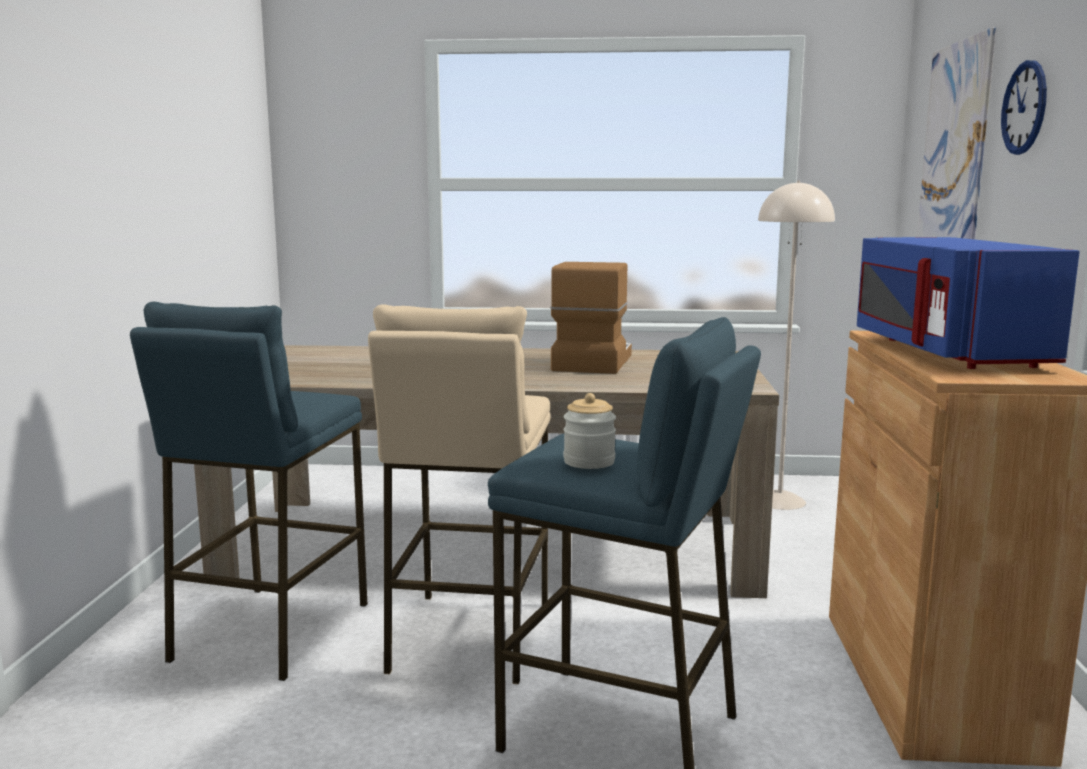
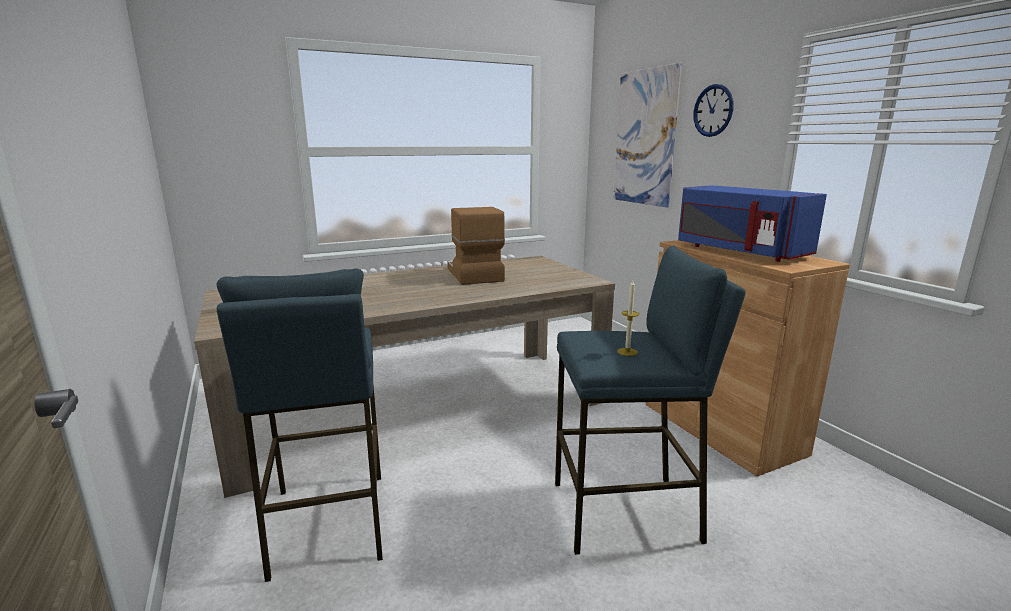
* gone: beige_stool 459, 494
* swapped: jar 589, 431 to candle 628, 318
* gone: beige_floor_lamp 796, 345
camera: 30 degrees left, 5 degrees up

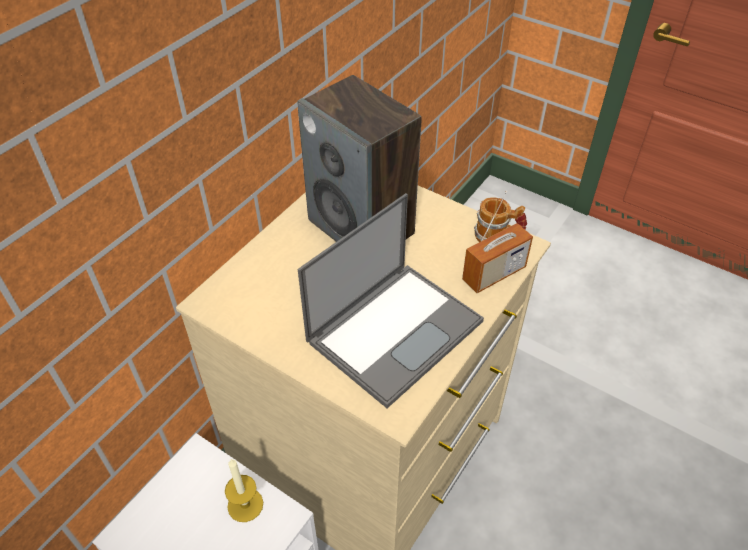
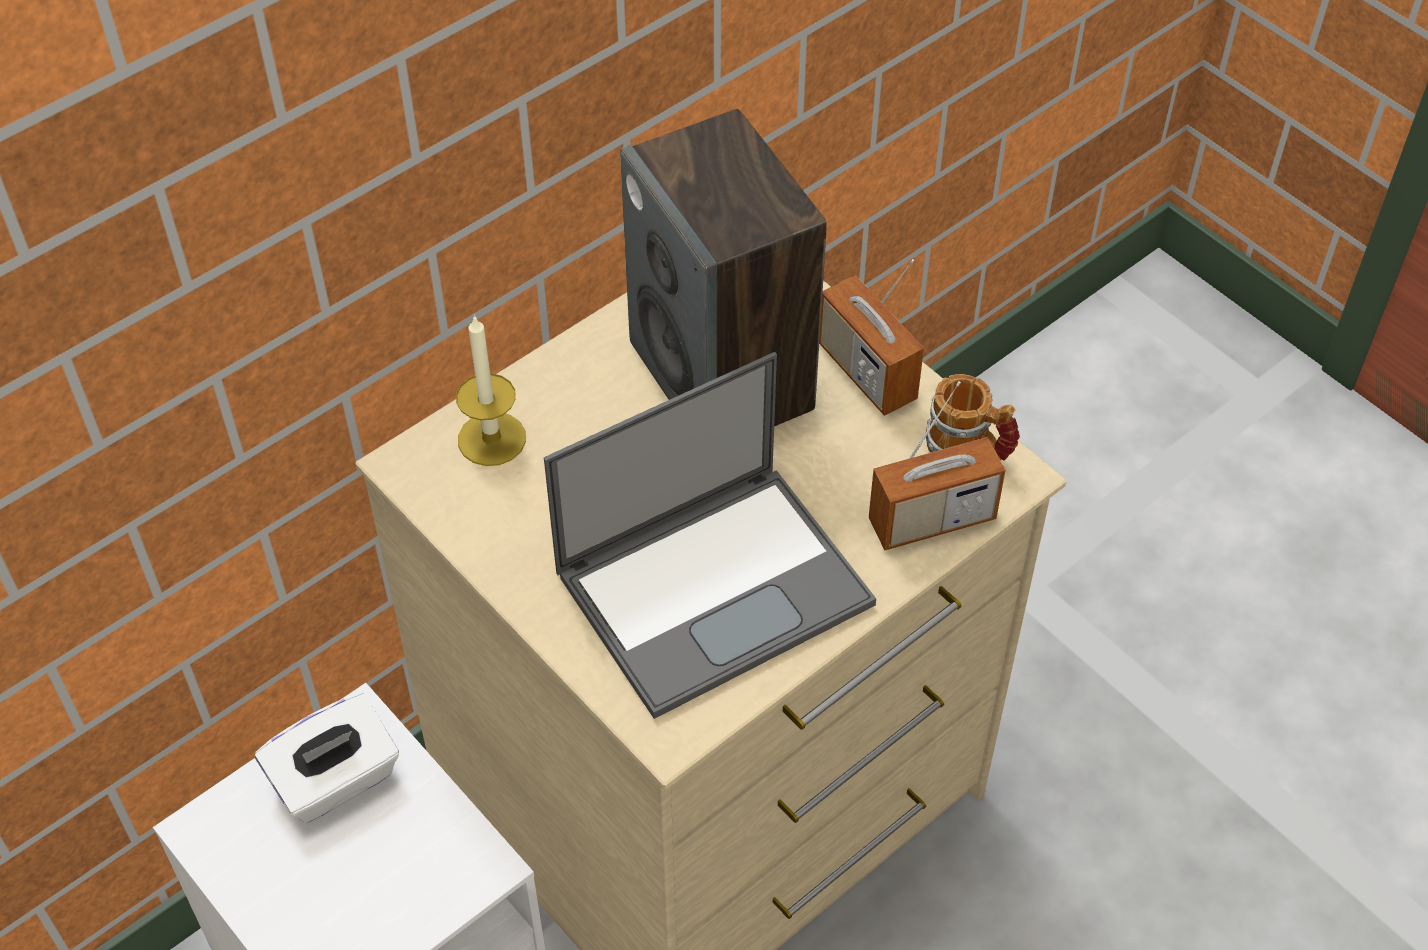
* shifted: candle 244, 490 to 491, 390
* new: white_tissue_box 327, 758
* new: radio 871, 337
camera: 15 degrees right, 5 degrees up

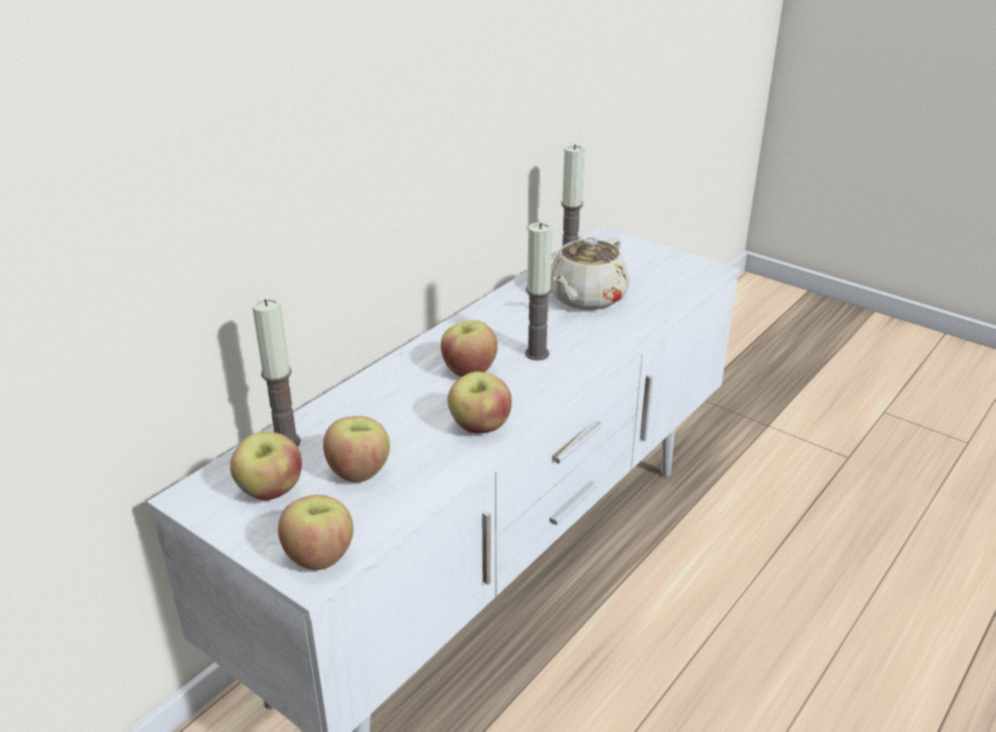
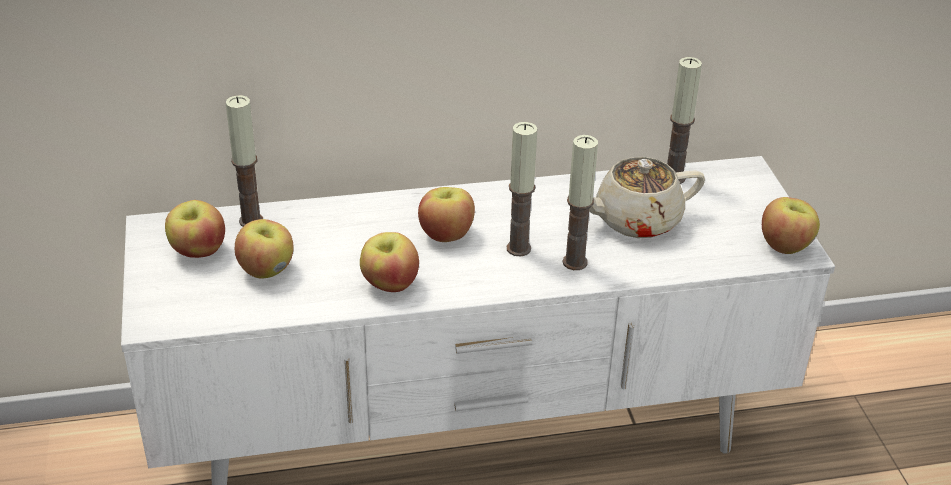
* shifted: apple 316, 532 to 791, 225
* new: candle 580, 202
camera: 40 degrees right, 5 degrees up

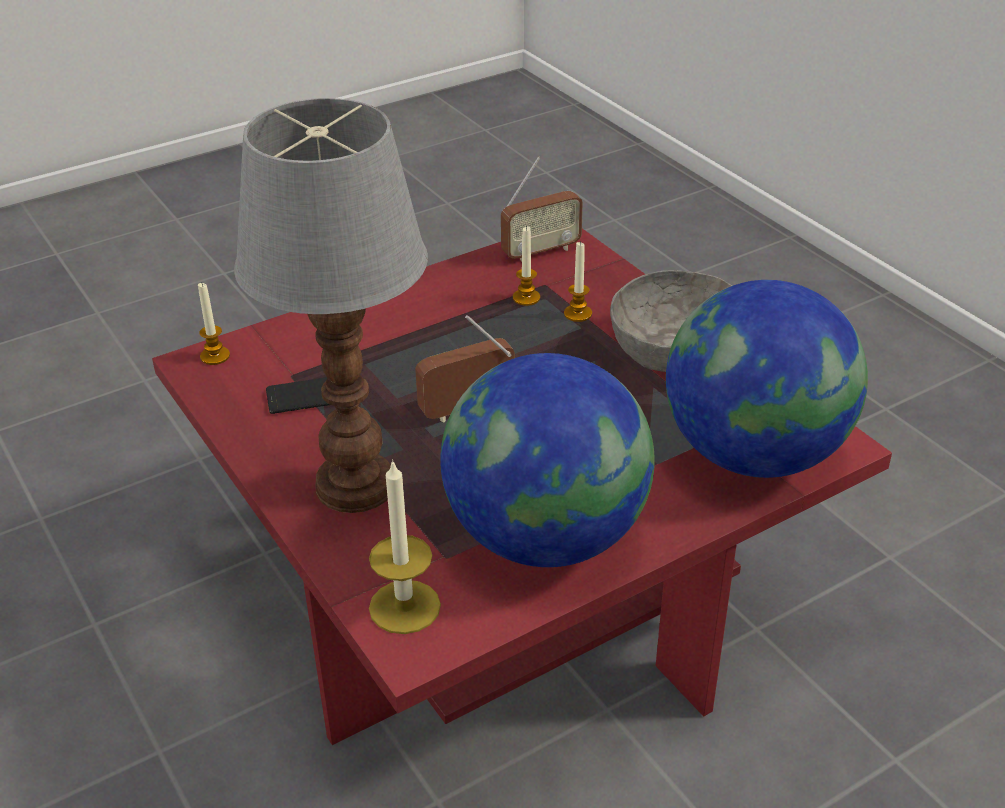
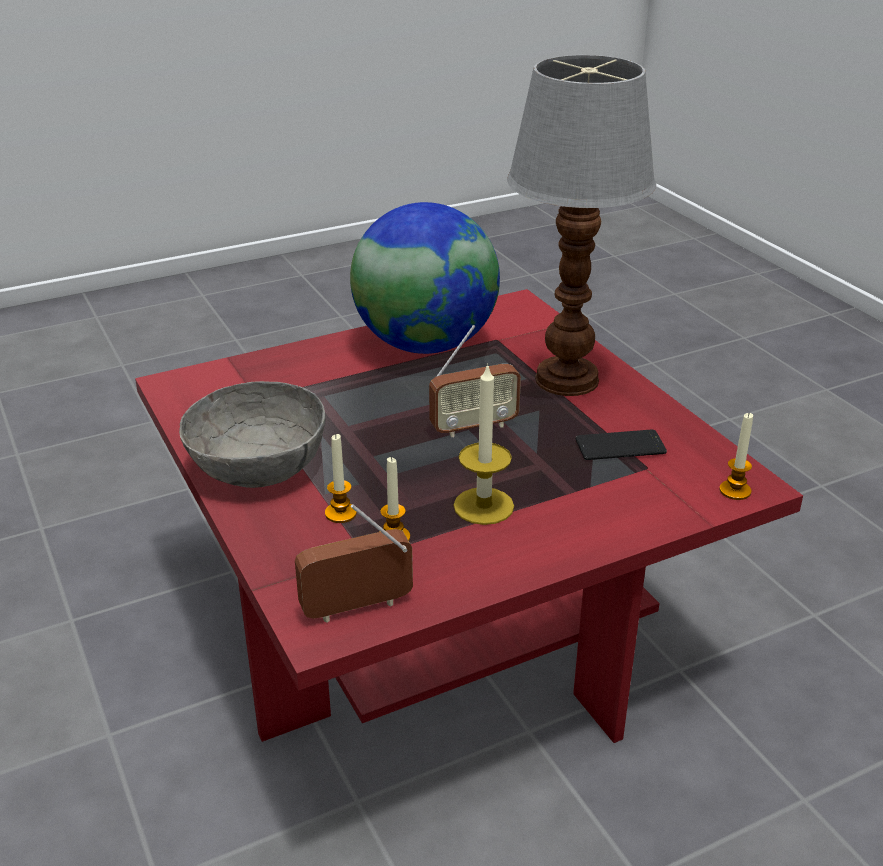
* shifted: candle 405, 546 to 484, 444
* gone: globe 767, 379
camera: 175 degrees left, 5 degrees down

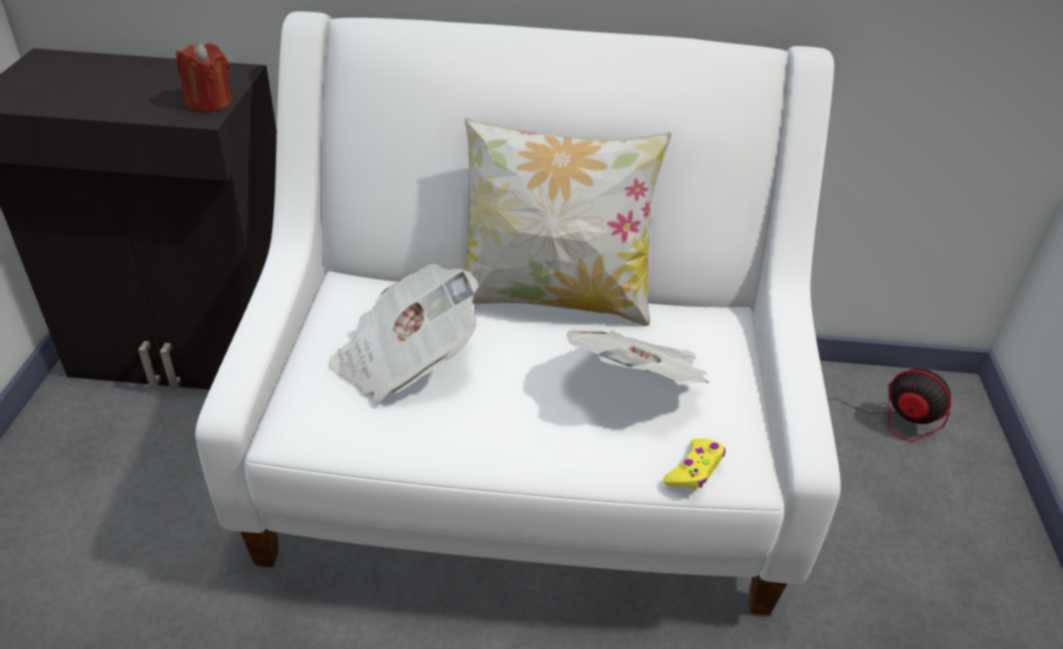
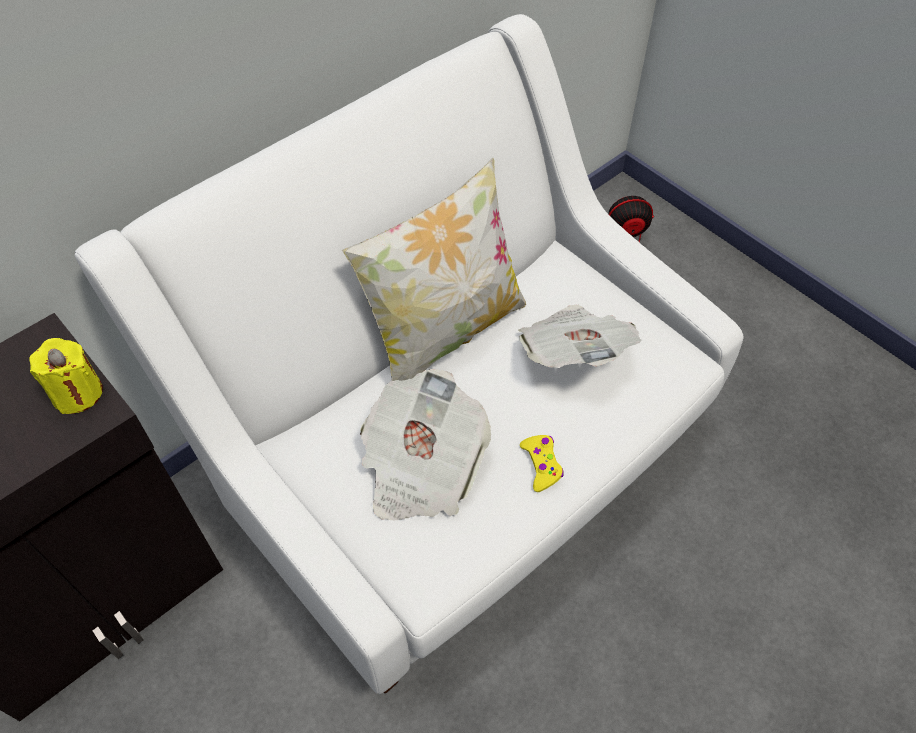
* repainted: red_candle 204, 77 to yellow_candle 66, 376
* shifted: yellow_game_controller 694, 463 to 542, 463
camera: 45 degrees left, 15 degrees up

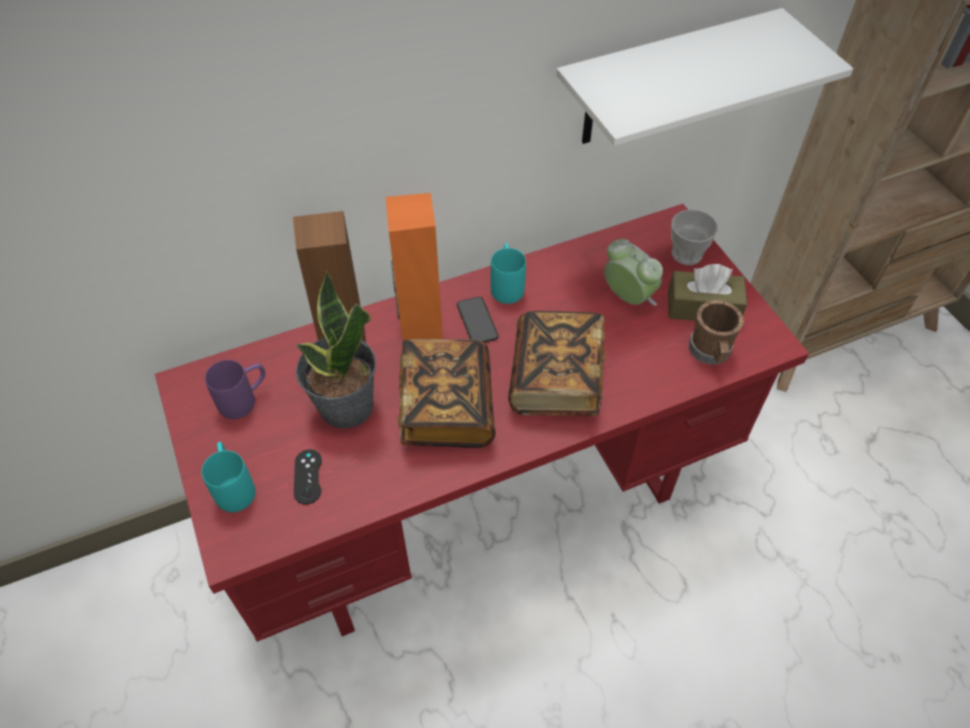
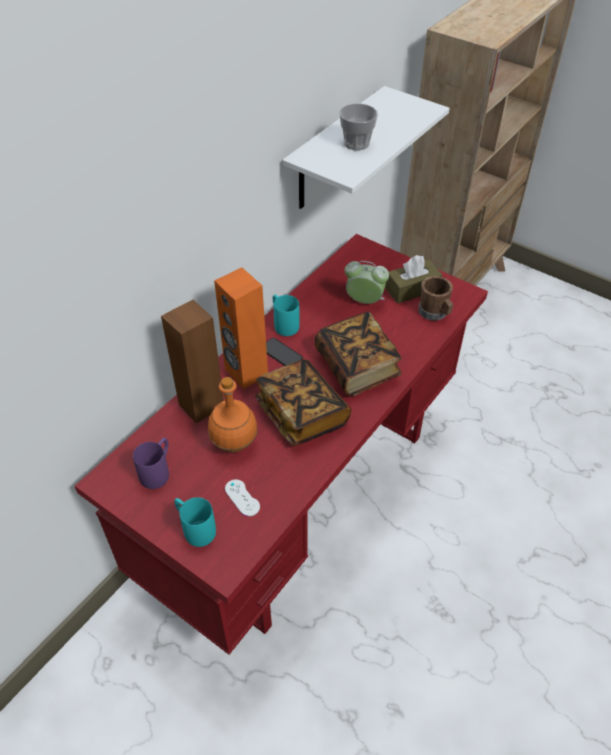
* repainted: black_game_controller 308, 476 to white_game_controller 242, 497
* swapped: potted_plant 336, 350 to orange_bottle 233, 414
* shifted: cup 694, 237 to 358, 127
camera: 30 degrees left, 5 degrees down

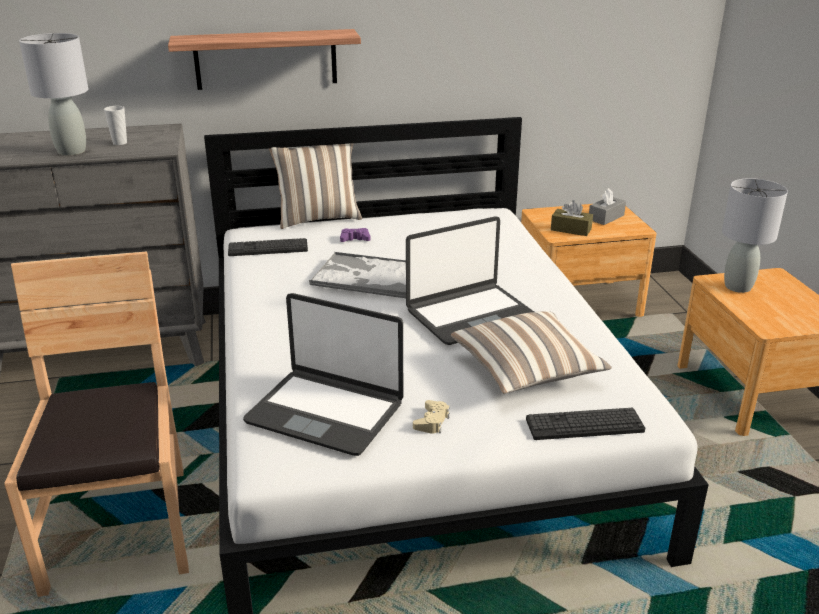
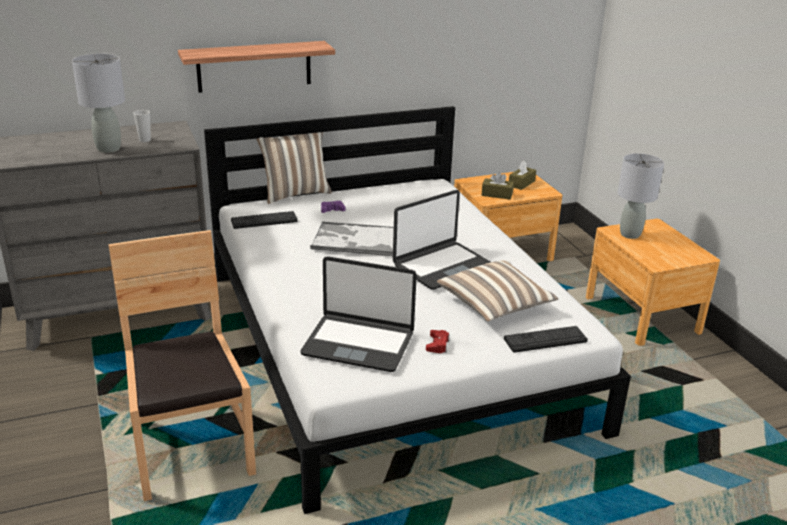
* repainted: beige_game_controller 431, 417 to red_game_controller 437, 341
* repainted: grey_tissue_box 607, 206 to brown_tissue_box 522, 175
camera: 10 degrees left, 0 degrees up

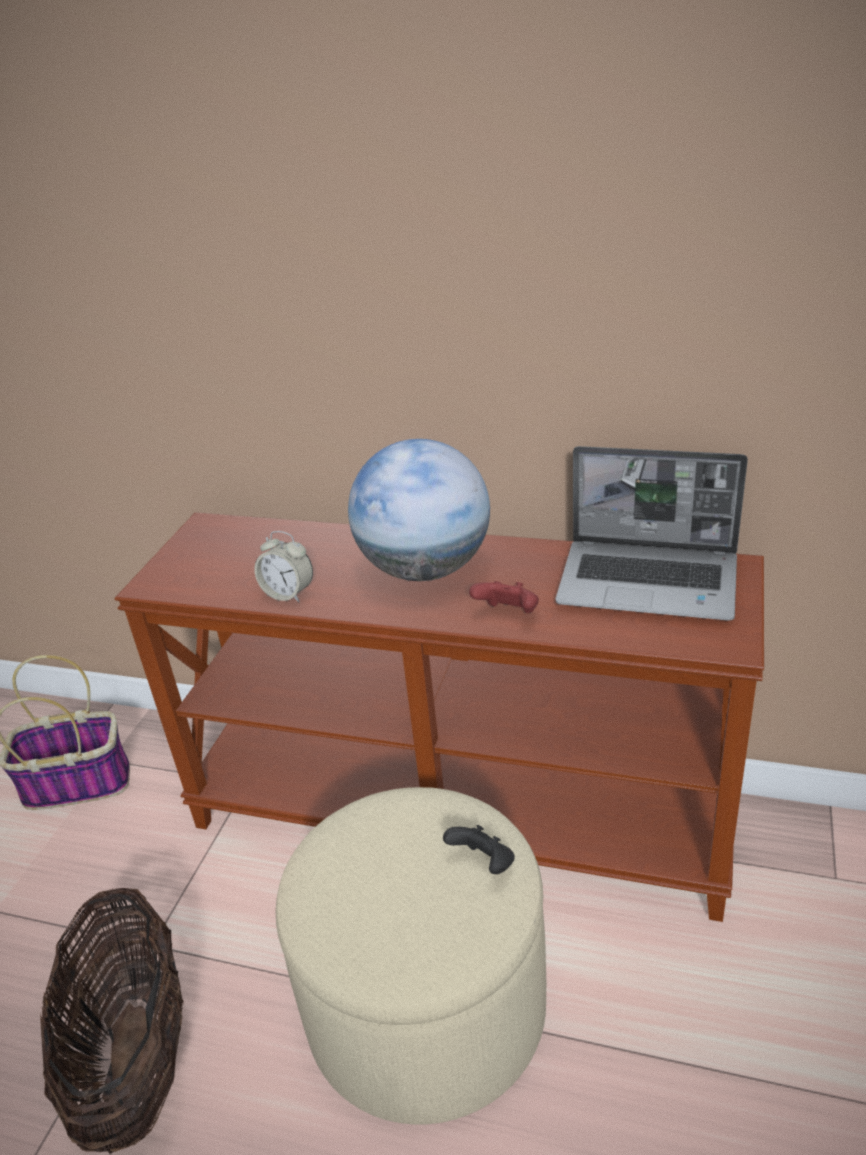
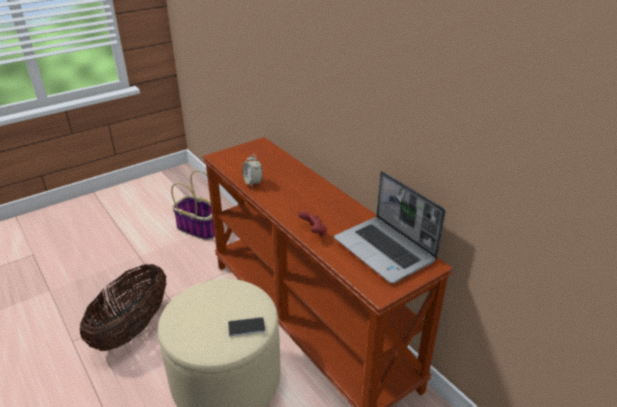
* gone: globe 419, 510
* swapped: black_game_controller 479, 849 to phone 246, 327
camera: 35 degrees right, 0 degrees up

